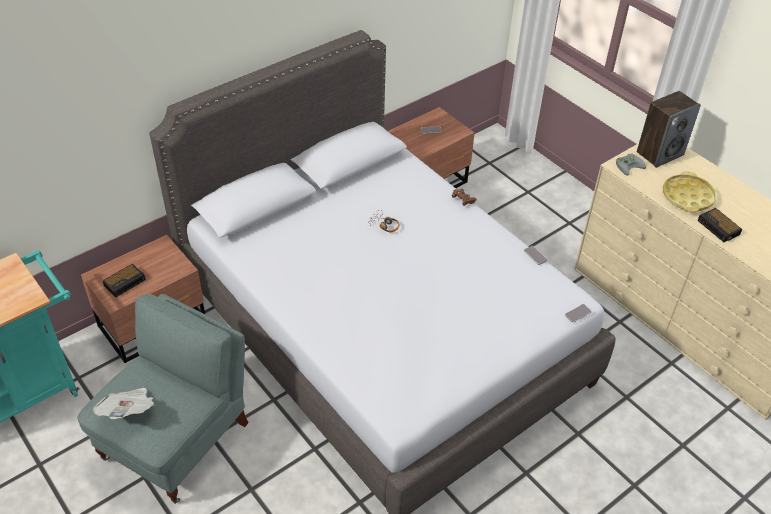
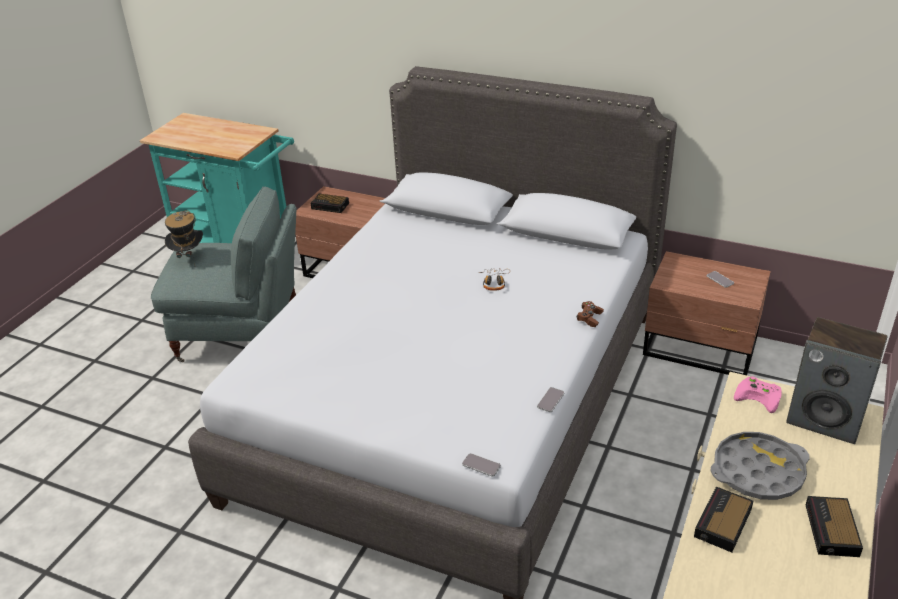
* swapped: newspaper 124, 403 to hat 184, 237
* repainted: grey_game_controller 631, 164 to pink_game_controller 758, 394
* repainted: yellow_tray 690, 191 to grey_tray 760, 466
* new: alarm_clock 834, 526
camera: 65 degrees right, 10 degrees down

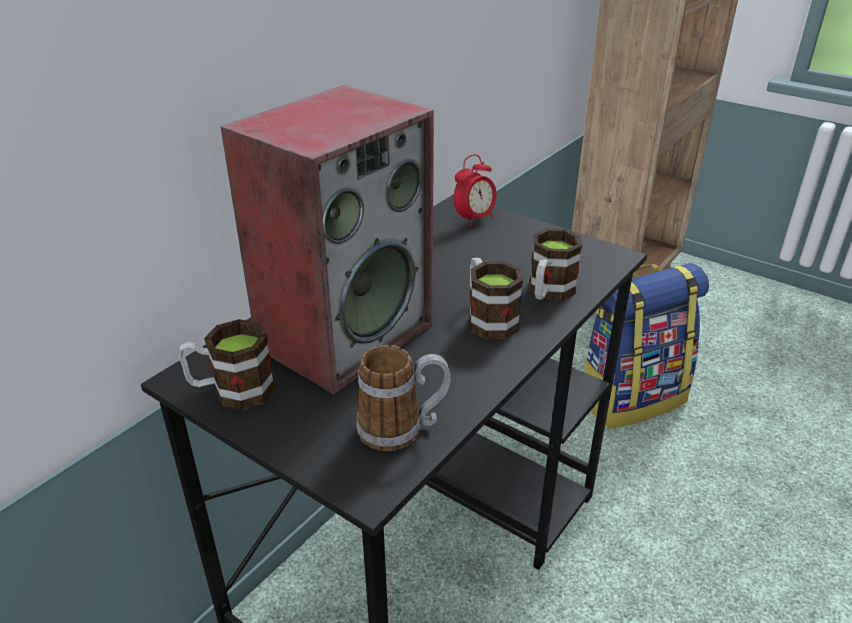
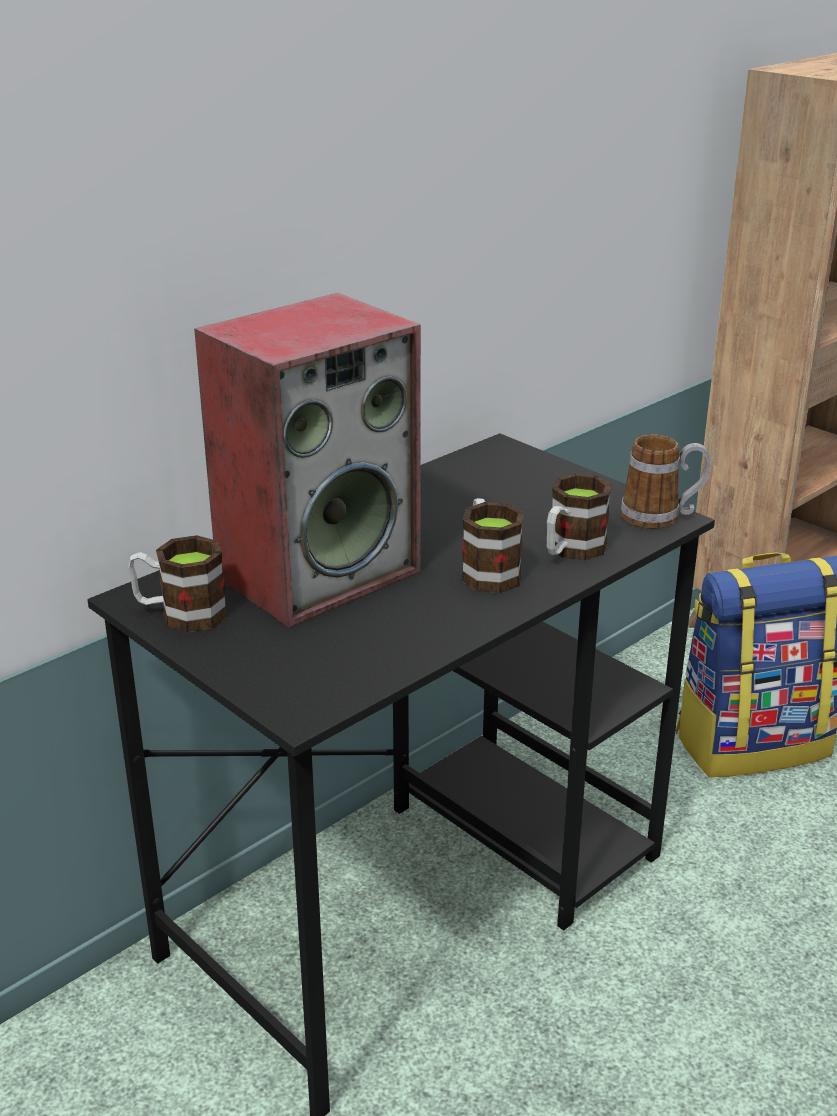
* shifted: mug 403, 398 to 666, 481
* gone: alarm_clock 475, 190
camera: 10 degrees right, 5 degrees down

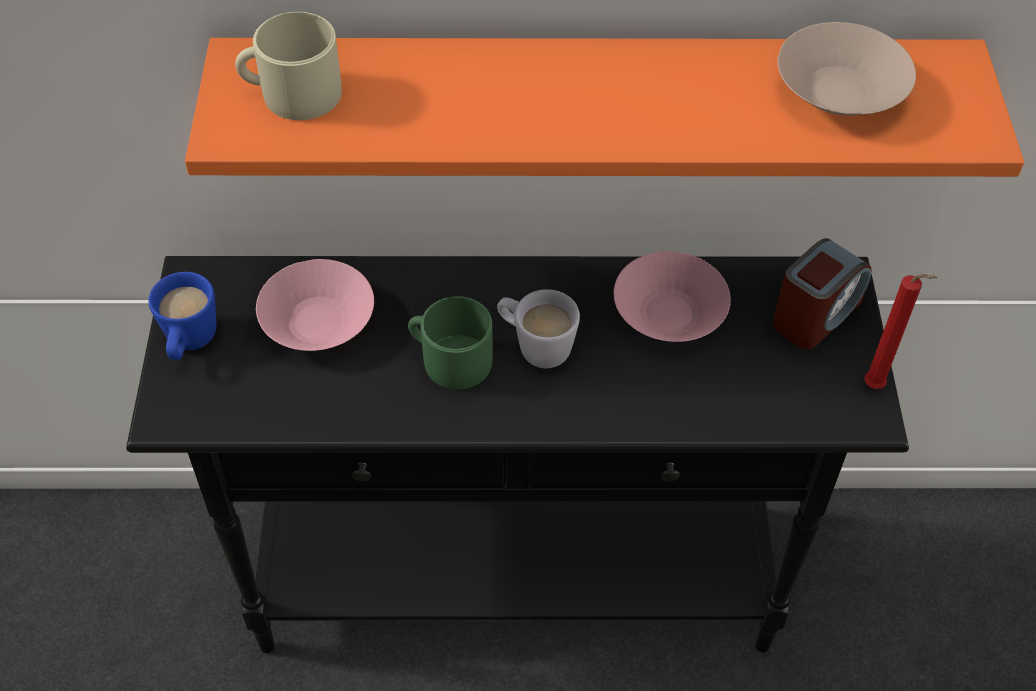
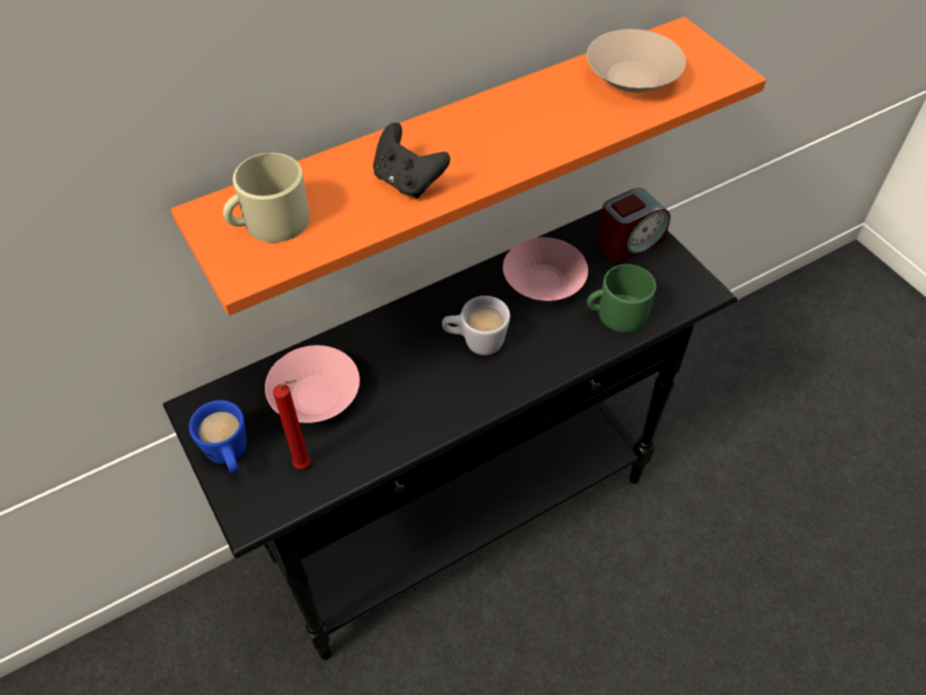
* shifted: green_mug 450, 343 to 621, 298
* rotated: alarm_clock 822, 293 = 633, 225 45 degrees clockwise
* shifted: red_candle 901, 331 to 292, 424
* new: black_game_controller 411, 160
camera: 30 degrees left, 0 degrees up

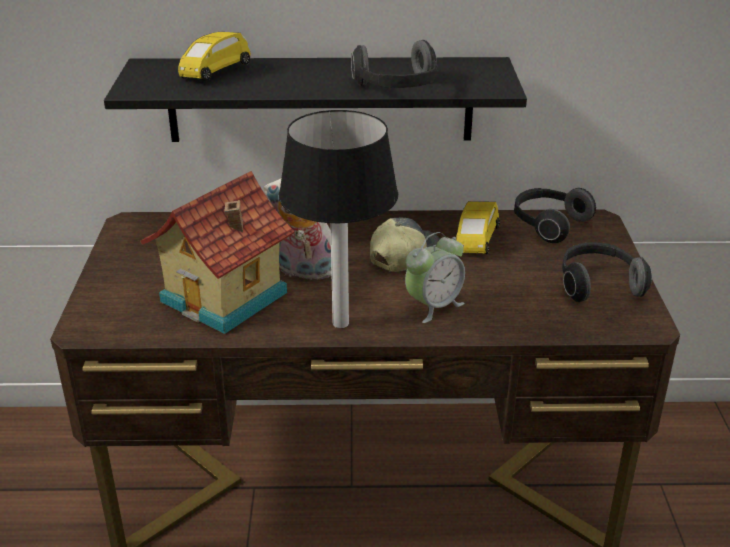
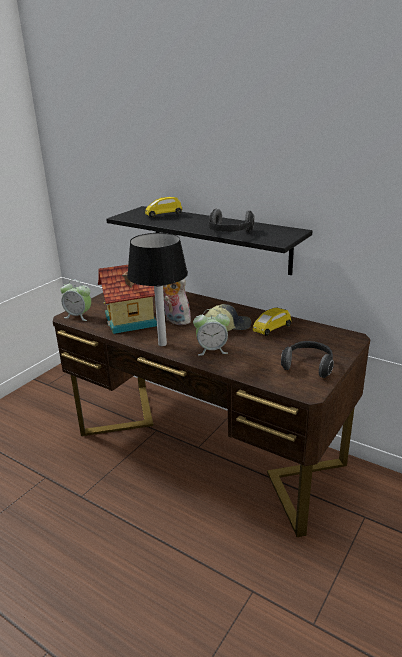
* gone: headphones 555, 215
* new: alarm_clock 75, 300
camera: 35 degrees right, 5 degrees down

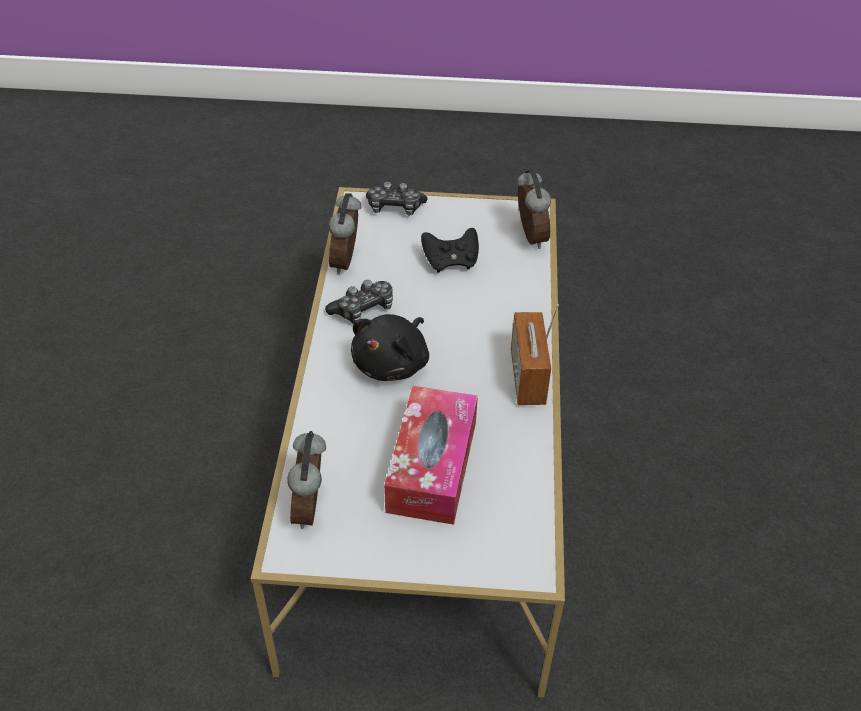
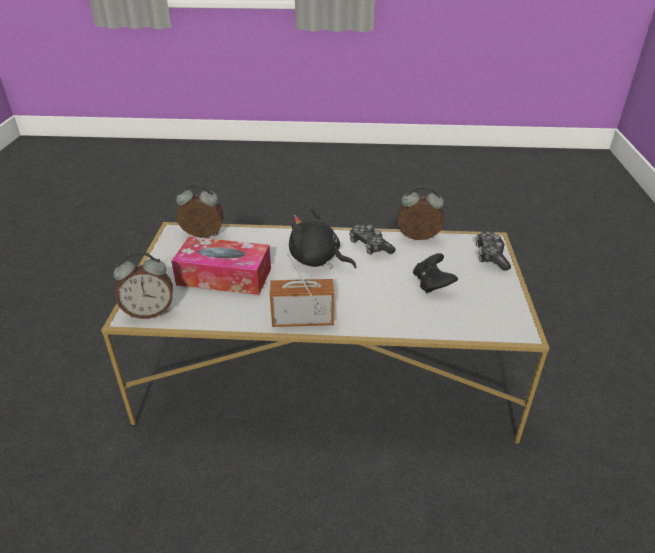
* shifted: alarm_clock 534, 209 to 143, 285
camera: 90 degrees right, 10 degrees down

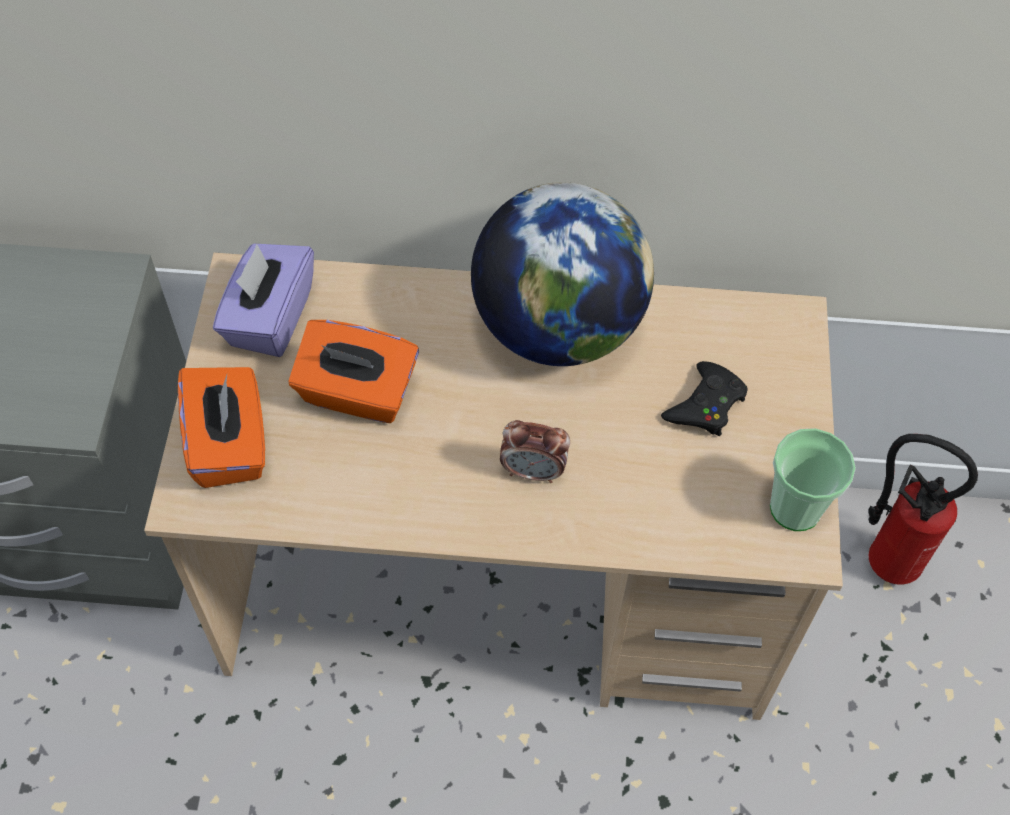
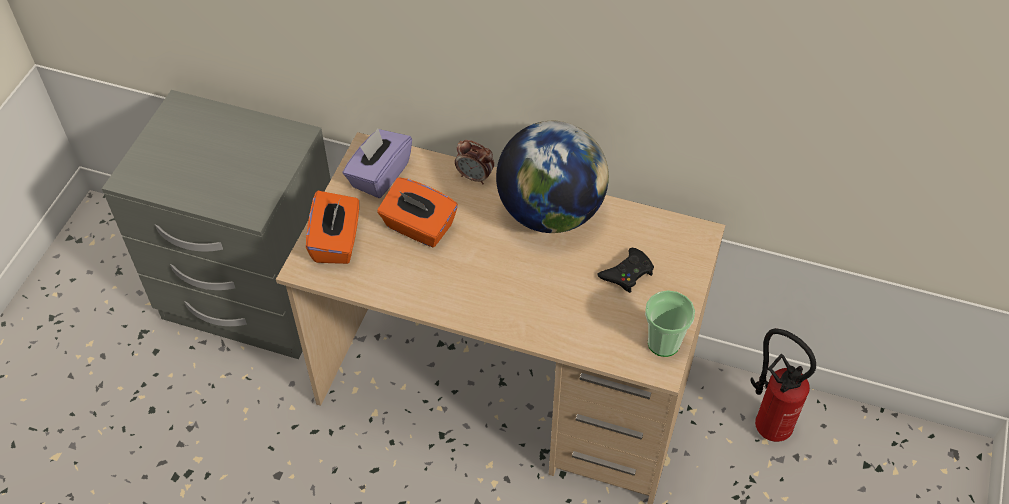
* shifted: alarm_clock 535, 451 to 474, 162
camera: 15 degrees right, 5 degrees down

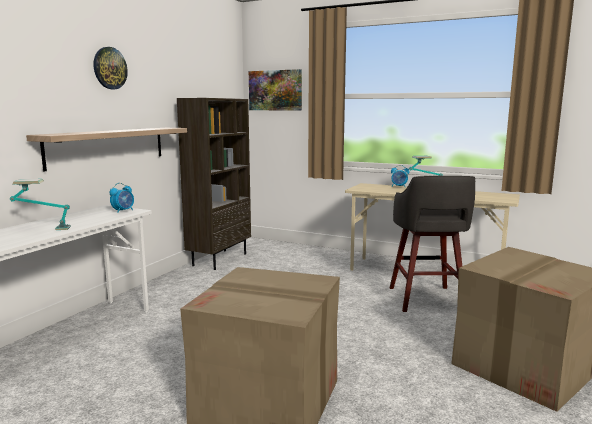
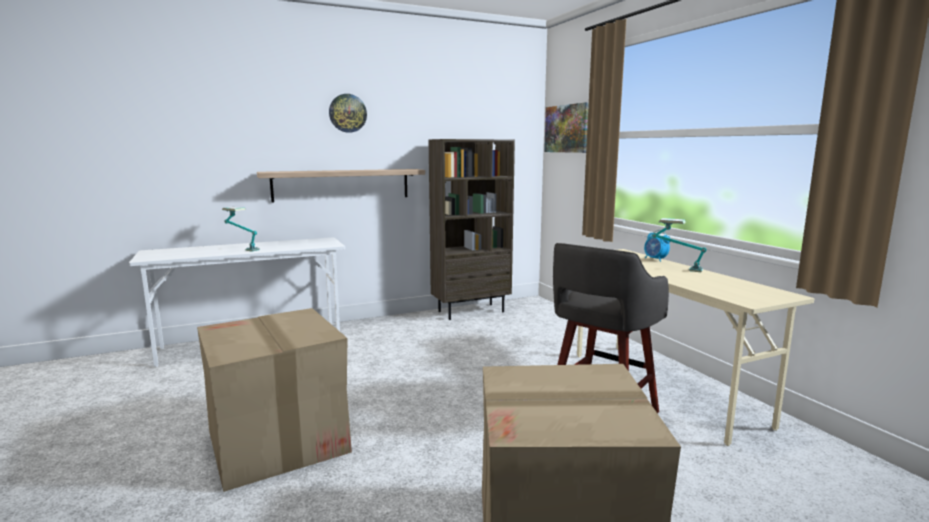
* gone: alarm_clock 121, 198
camera: 40 degrees right, 0 degrees up

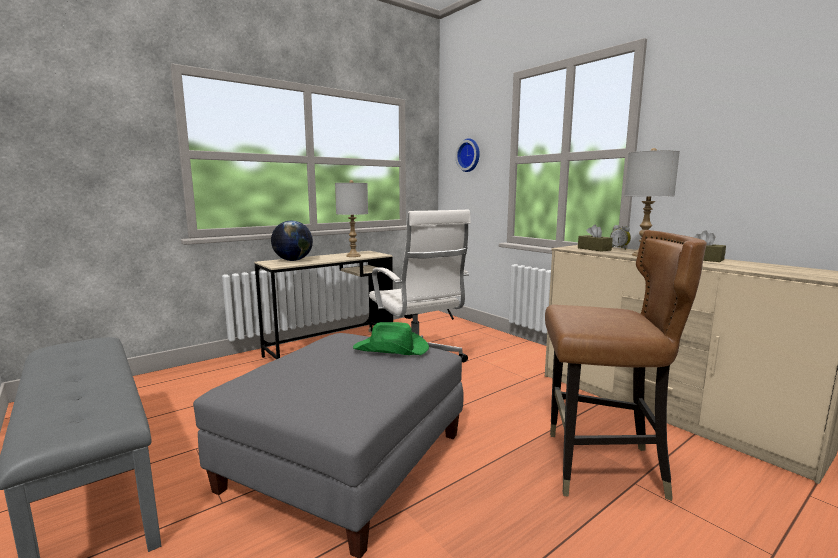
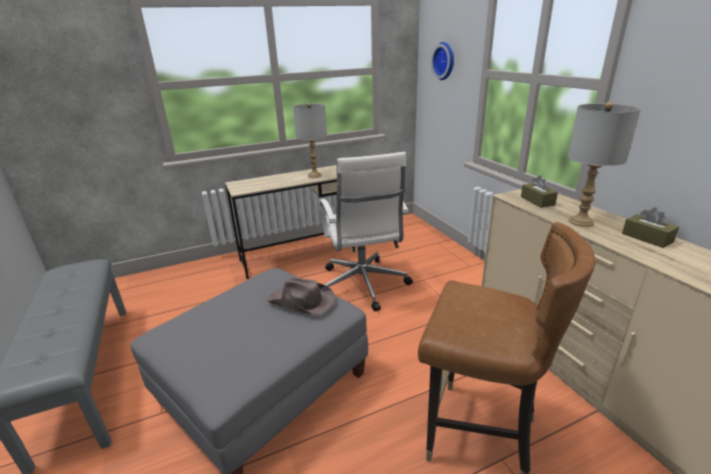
* gone: globe 292, 241
* repainted: green_hat 391, 338 to brown_hat 301, 296
* gone: alarm_clock 620, 237
camera: 15 degrees right, 15 degrees up

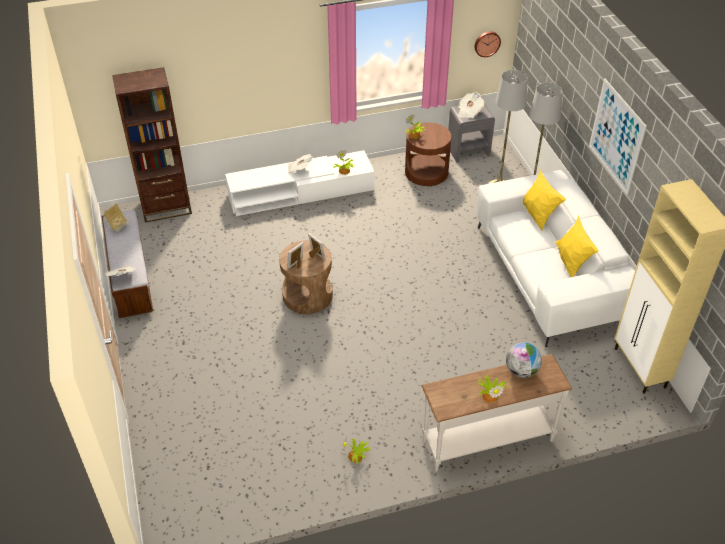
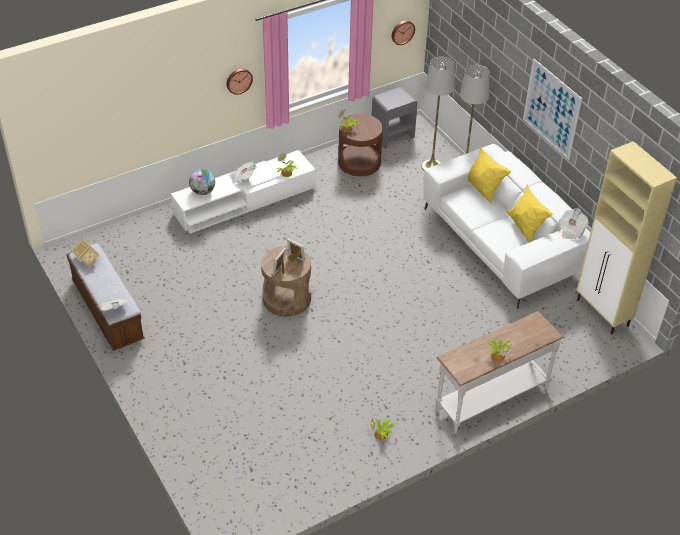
* gone: brown_bookcase 152, 145
* shifted: newspaper 471, 105 to 574, 223
* shifted: globe 524, 360 to 202, 182
* new: wall_clock 239, 82
camera: 15 degrees left, 0 degrees up

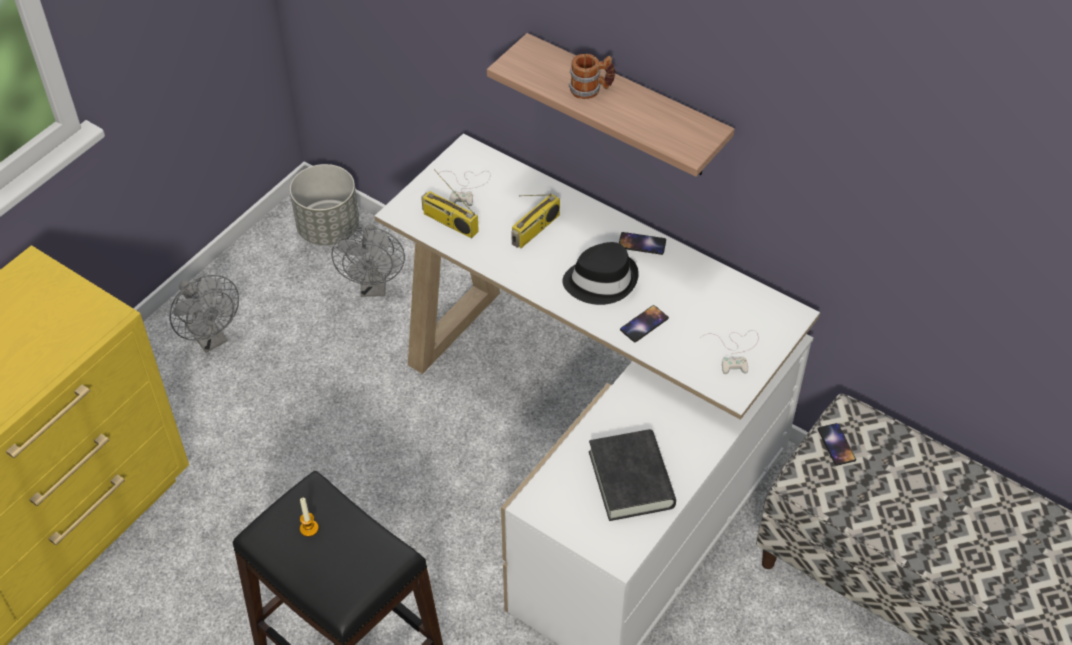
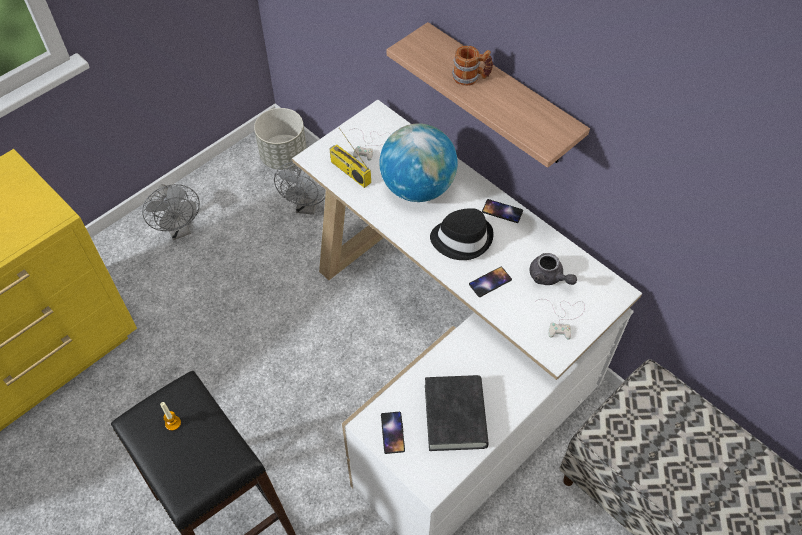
* swapped: radio 535, 221 to globe 418, 162
* shifted: phone 837, 444 to 393, 433
* new: grey_teapot 553, 269
camera: 10 degrees right, 5 degrees up

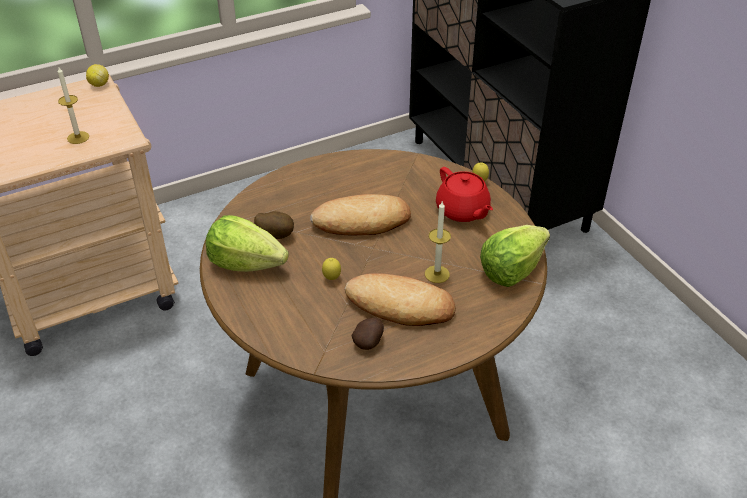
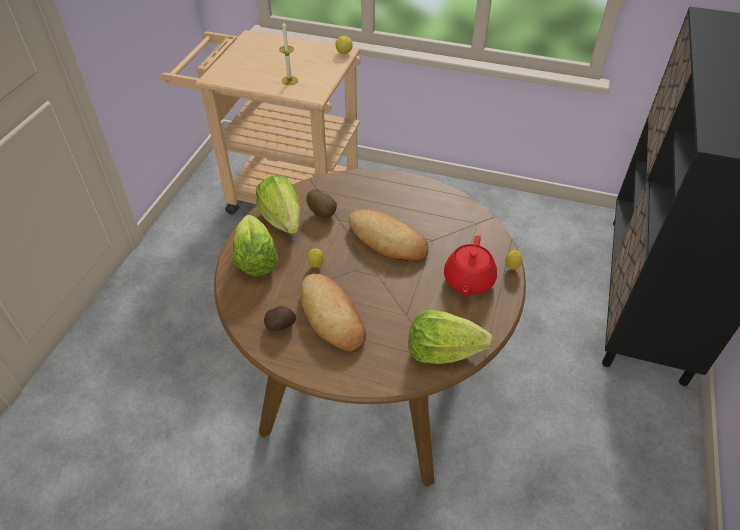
* gone: candle 438, 242
* new: lettuce 255, 245
camera: 45 degrees right, 5 degrees up

